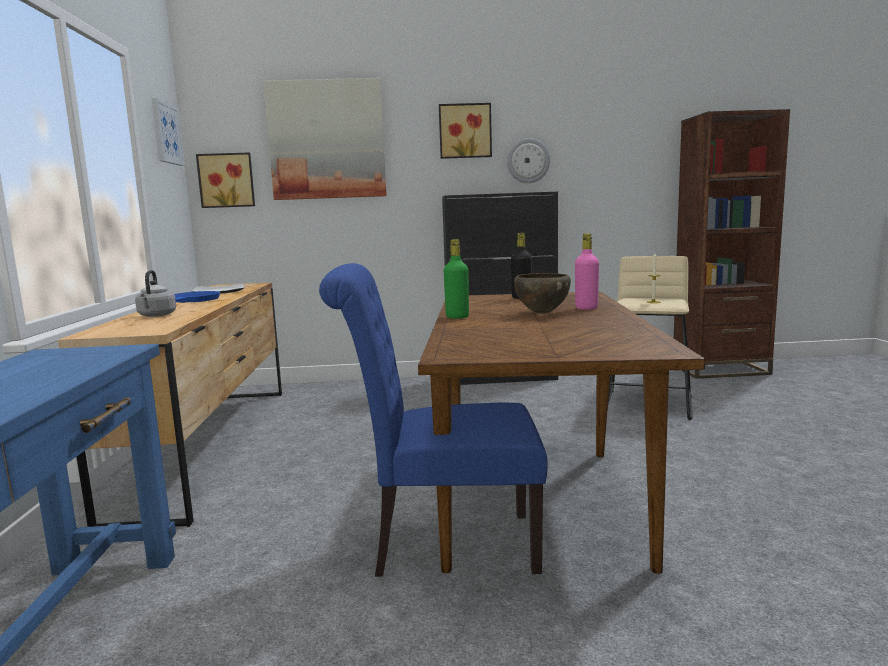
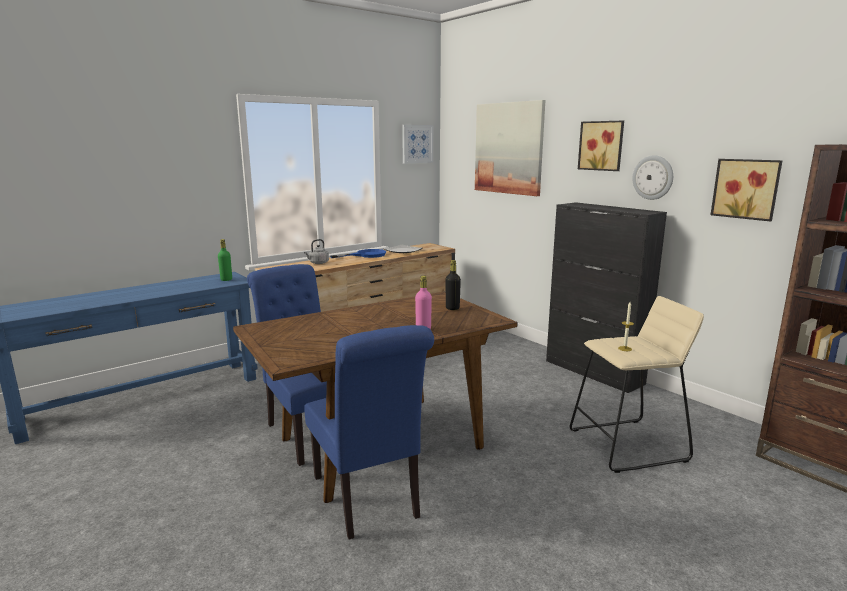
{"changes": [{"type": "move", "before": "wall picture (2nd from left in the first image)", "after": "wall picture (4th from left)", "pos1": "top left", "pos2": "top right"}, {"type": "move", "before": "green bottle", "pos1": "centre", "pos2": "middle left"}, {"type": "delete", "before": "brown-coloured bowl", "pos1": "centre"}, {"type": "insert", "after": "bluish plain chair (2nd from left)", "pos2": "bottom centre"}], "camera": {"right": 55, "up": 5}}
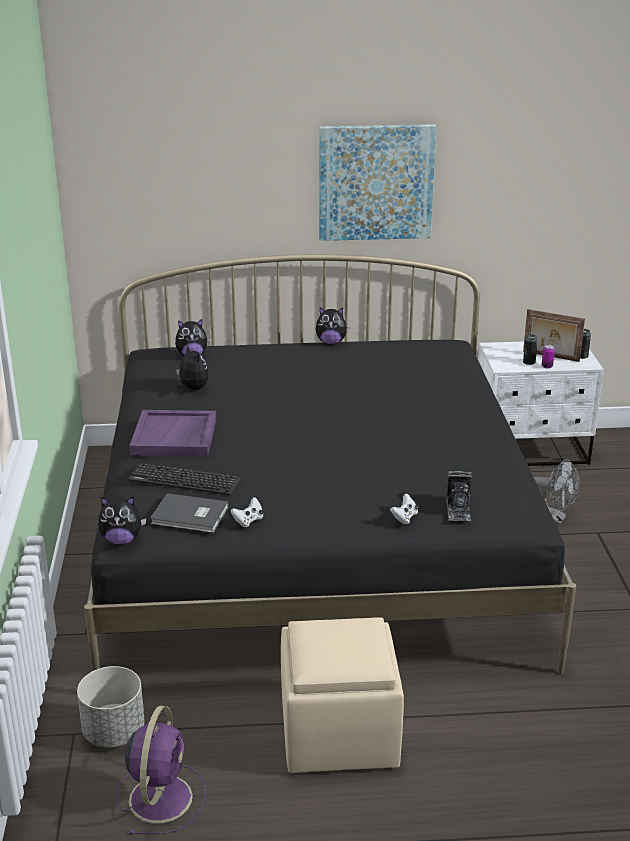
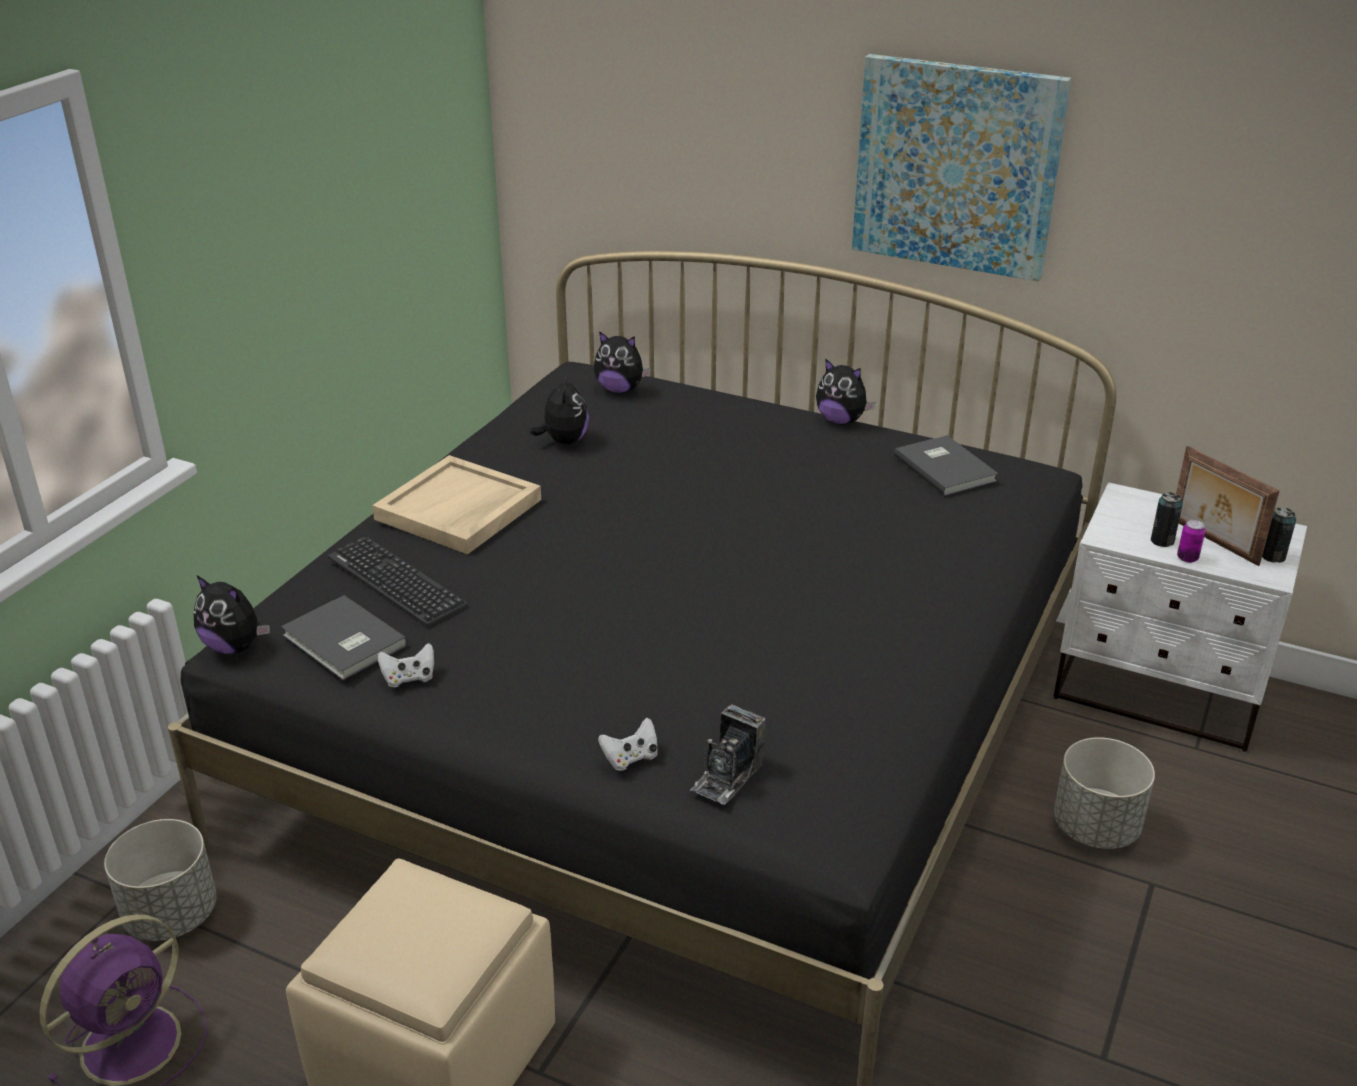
{"changes": [{"type": "recolor", "before": "purplish serving tray", "after": "beige-coloured serving tray", "pos1": "middle left", "pos2": "centre"}, {"type": "replace", "before": "gray electric fan", "after": "gray plant pot (2nd from left)", "pos1": "middle right", "pos2": "bottom right"}, {"type": "insert", "after": "gray volume (2nd from left)", "pos2": "middle right"}], "camera": {"right": 30, "up": 5}}
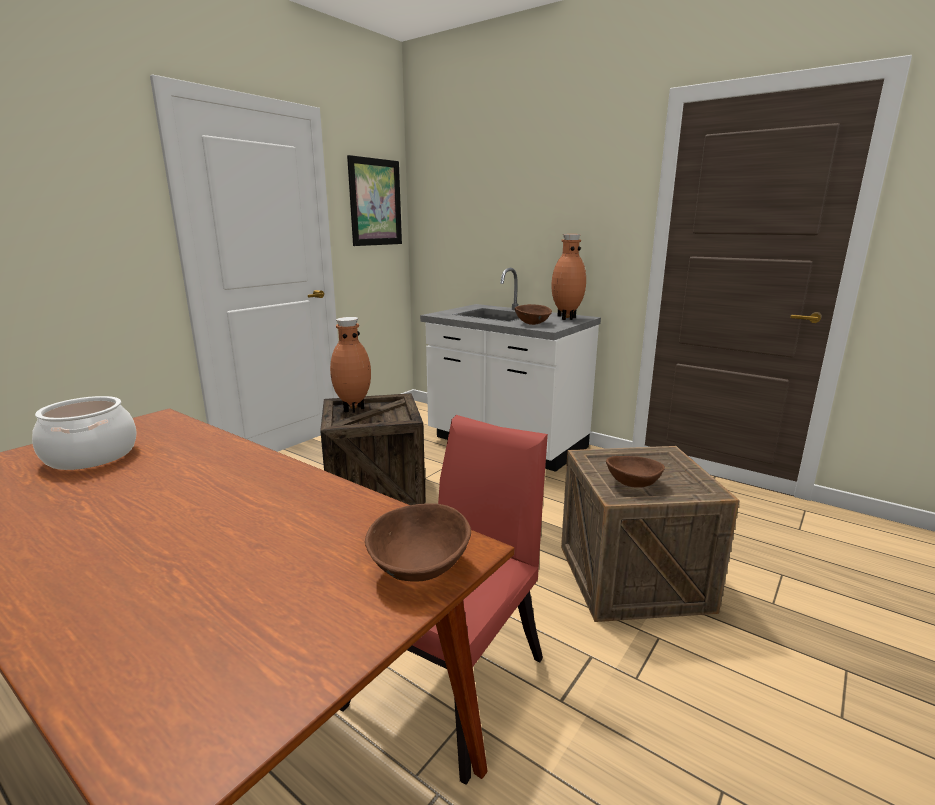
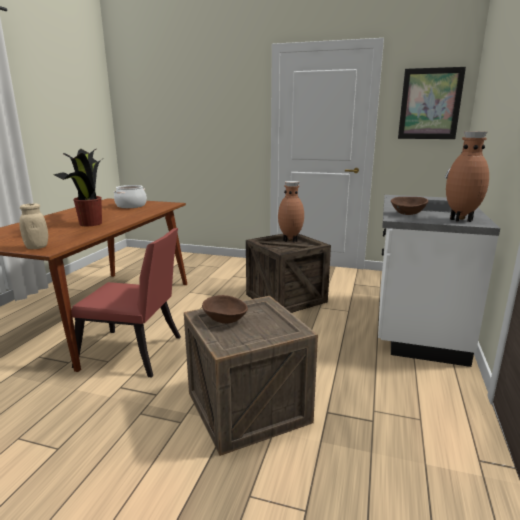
{"changes": [{"type": "replace", "before": "brown-coloured bowl (1st from left)", "after": "beige-coloured preserve jar", "pos1": "bottom centre", "pos2": "middle left"}, {"type": "insert", "after": "potted plant", "pos2": "middle left"}], "camera": {"right": 70, "up": 0}}
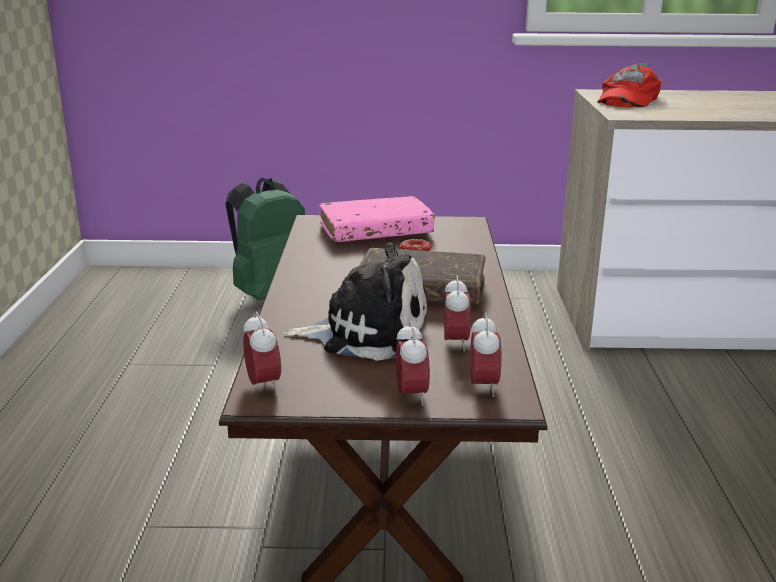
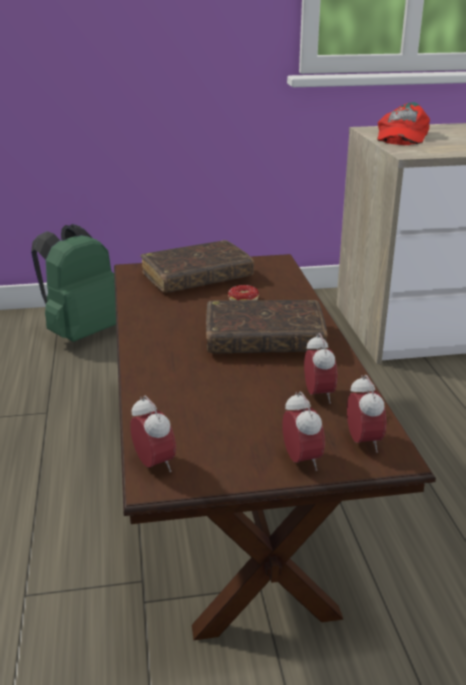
{"changes": [{"type": "delete", "before": "plush toy", "pos1": "centre"}, {"type": "recolor", "before": "pinkish volume", "after": "brown-coloured volume (1st from left)", "pos1": "centre", "pos2": "centre"}], "camera": {"right": -10, "up": 5}}
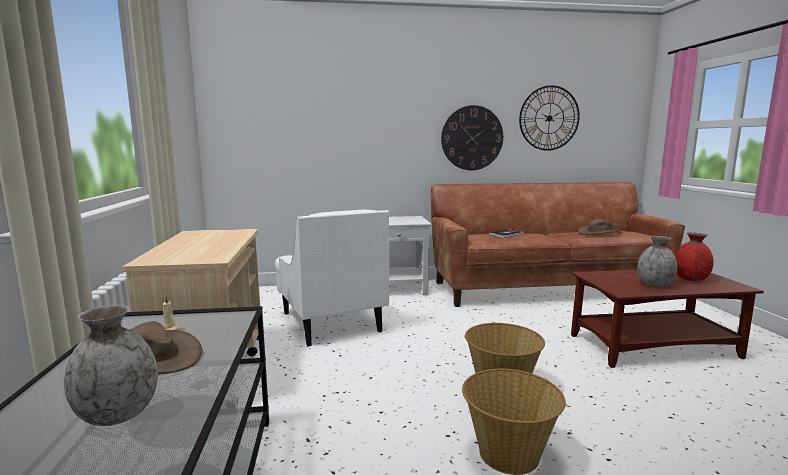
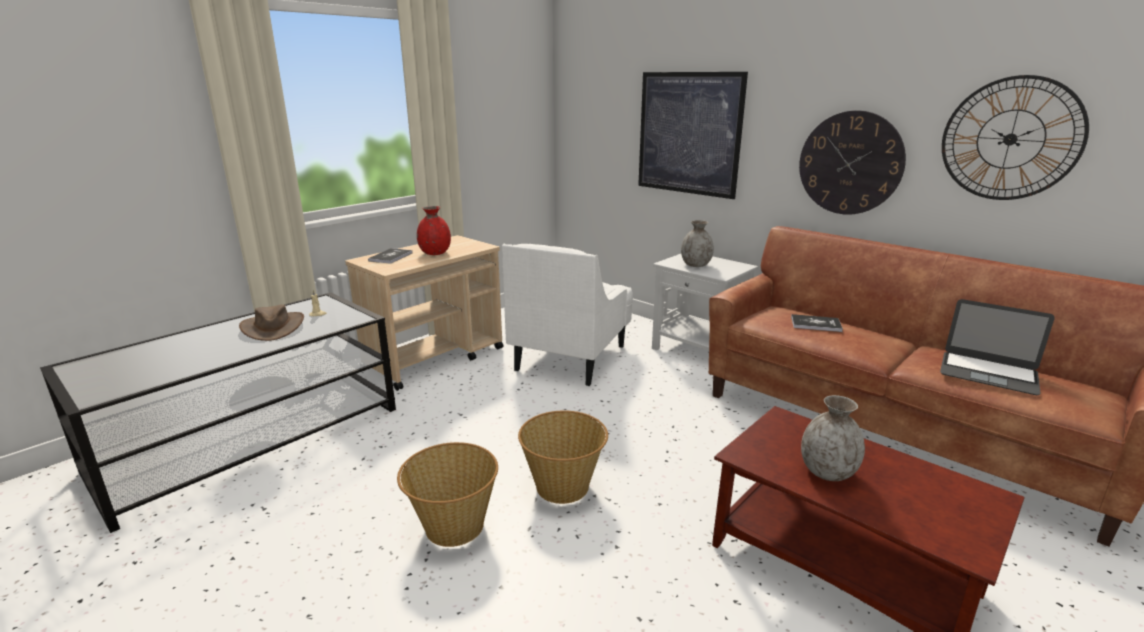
{"changes": [{"type": "move", "before": "gray flower vase (1st from left)", "pos1": "bottom left", "pos2": "centre"}, {"type": "replace", "before": "brown-coloured clothing hat (2nd from left)", "after": "portable computer", "pos1": "middle right", "pos2": "middle right"}, {"type": "move", "before": "reddish flower vase", "pos1": "middle right", "pos2": "centre"}, {"type": "insert", "after": "volume (1st from left)", "pos2": "centre"}, {"type": "insert", "after": "wall picture", "pos2": "top centre"}], "camera": {"right": 50, "up": 10}}
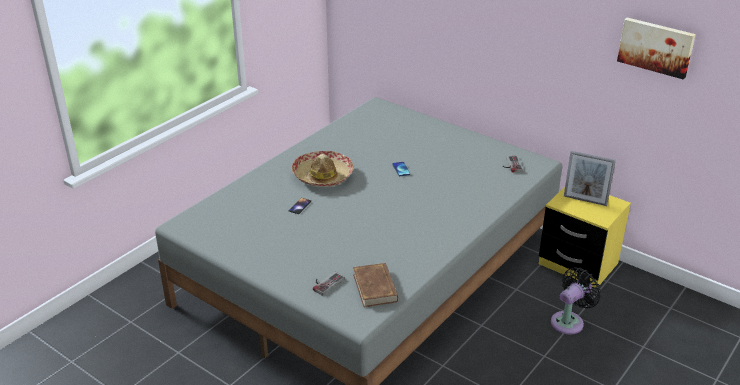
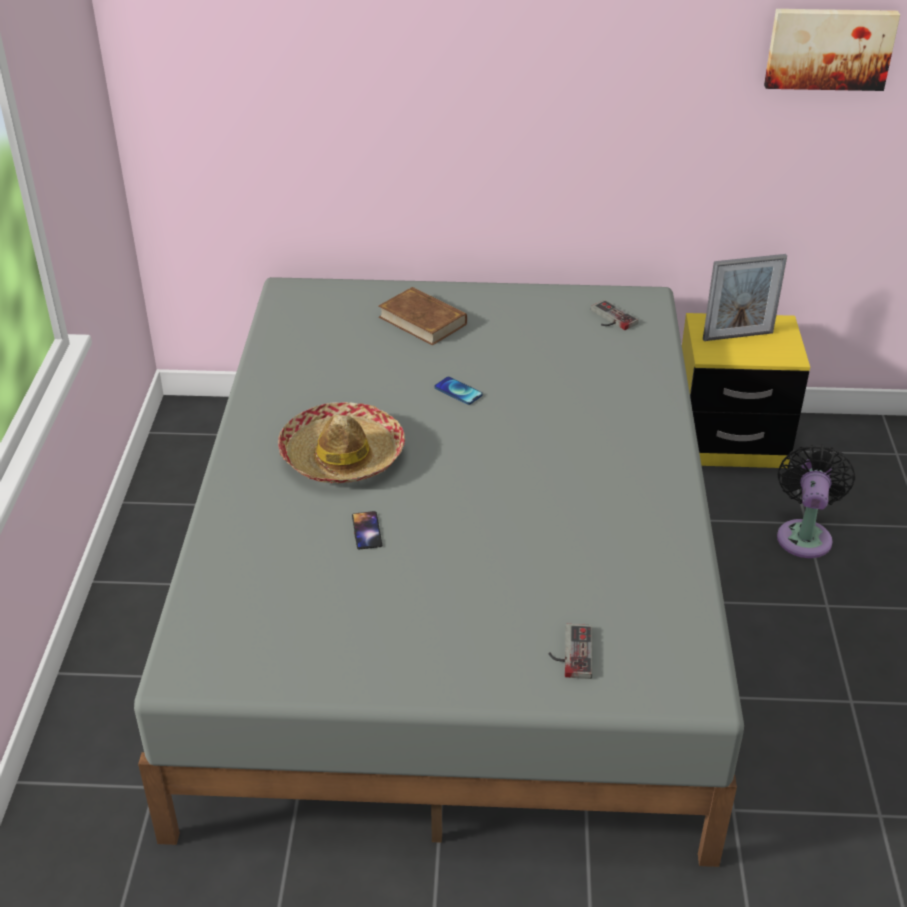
{"changes": [{"type": "move", "before": "brown-coloured volume", "pos1": "bottom centre", "pos2": "centre"}], "camera": {"right": -35, "up": 5}}
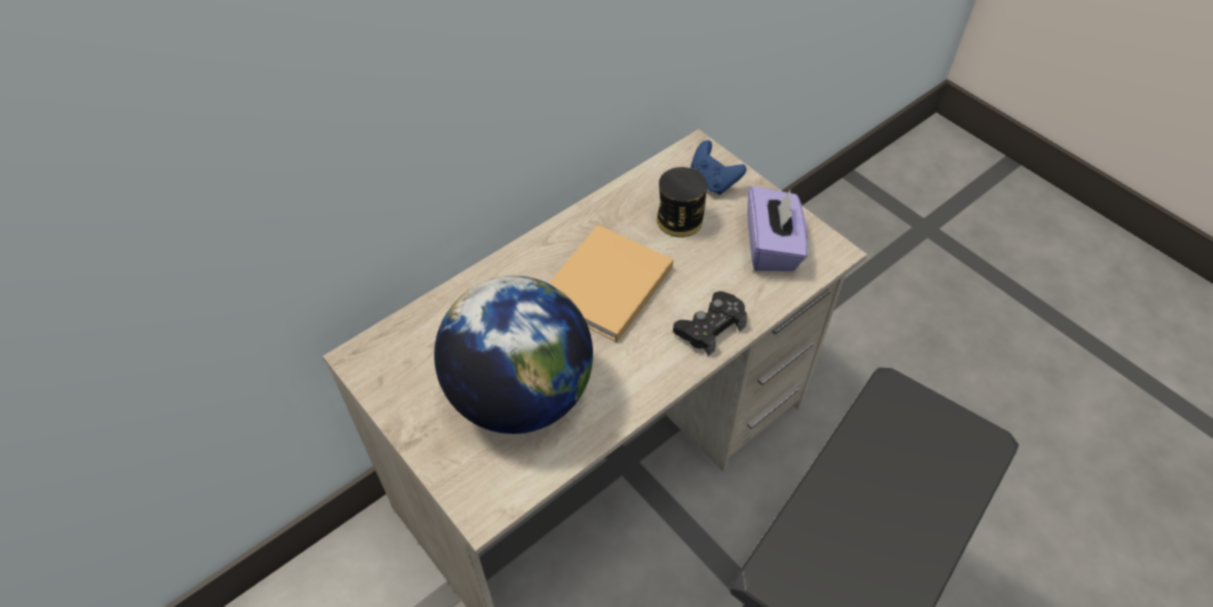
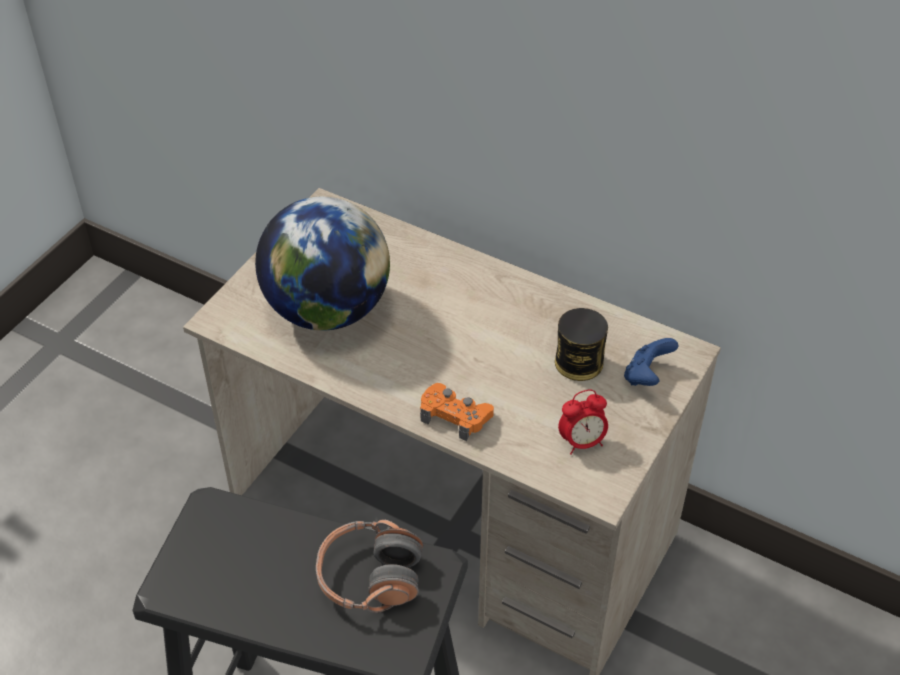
{"changes": [{"type": "delete", "before": "beige-coloured volume", "pos1": "centre"}, {"type": "recolor", "before": "black game controller", "after": "orangey game controller", "pos1": "centre", "pos2": "centre"}, {"type": "replace", "before": "purplish box of tissues", "after": "table clock", "pos1": "centre", "pos2": "centre"}, {"type": "insert", "after": "headset", "pos2": "bottom centre"}], "camera": {"right": 70, "up": -5}}
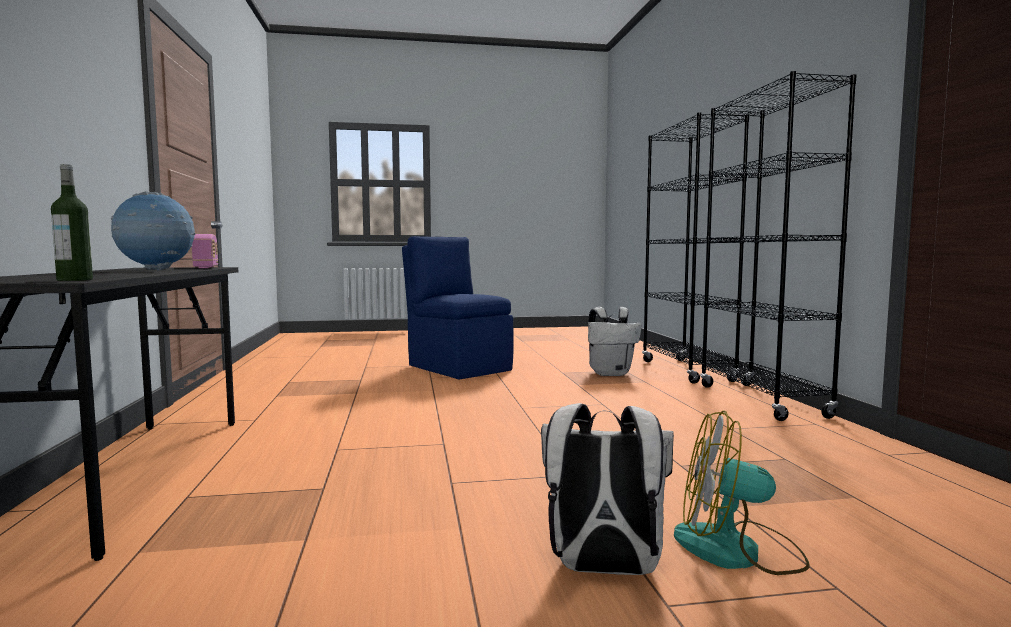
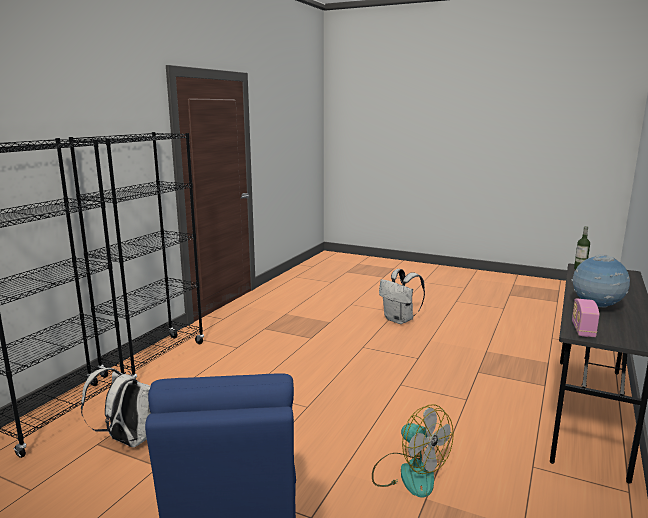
{"changes": [{"type": "move", "before": "electric fan", "pos1": "bottom right", "pos2": "bottom centre"}], "camera": {"right": -145, "up": 10}}
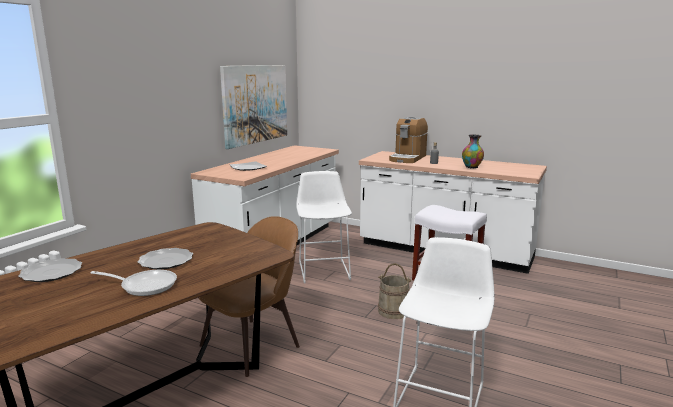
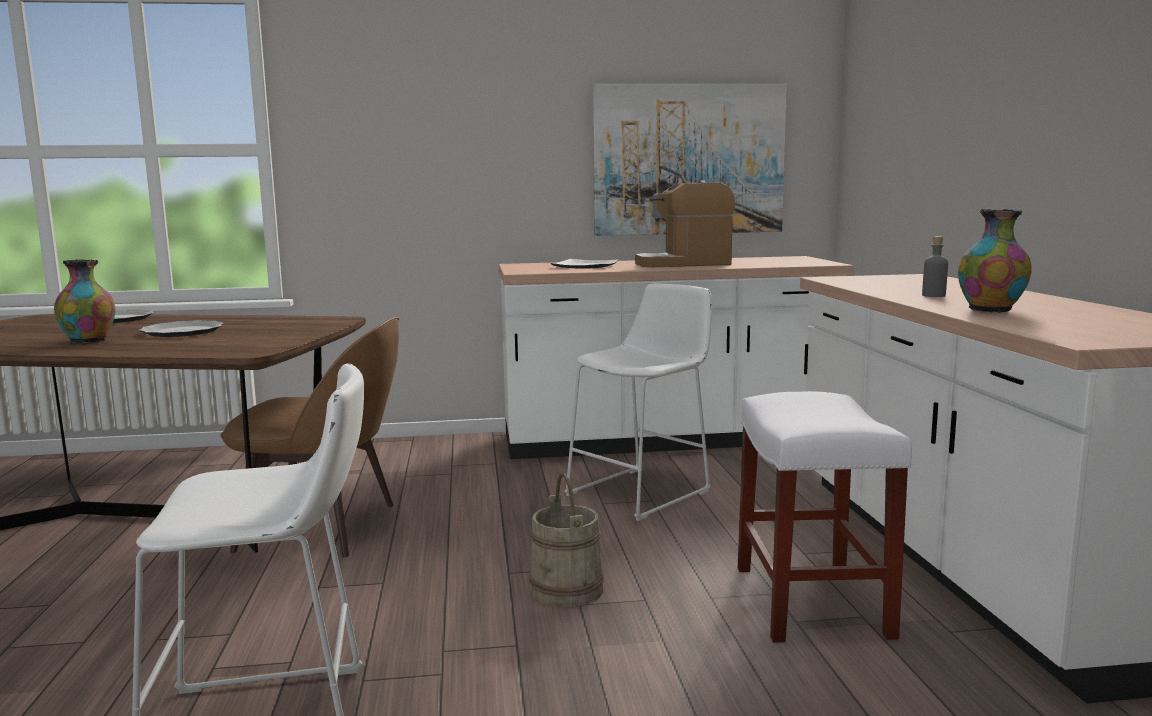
{"changes": [{"type": "replace", "before": "pan", "after": "flower vase (1st from left)", "pos1": "bottom left", "pos2": "middle left"}, {"type": "move", "before": "coffee machine", "pos1": "centre", "pos2": "top centre"}], "camera": {"right": 55, "up": -5}}
